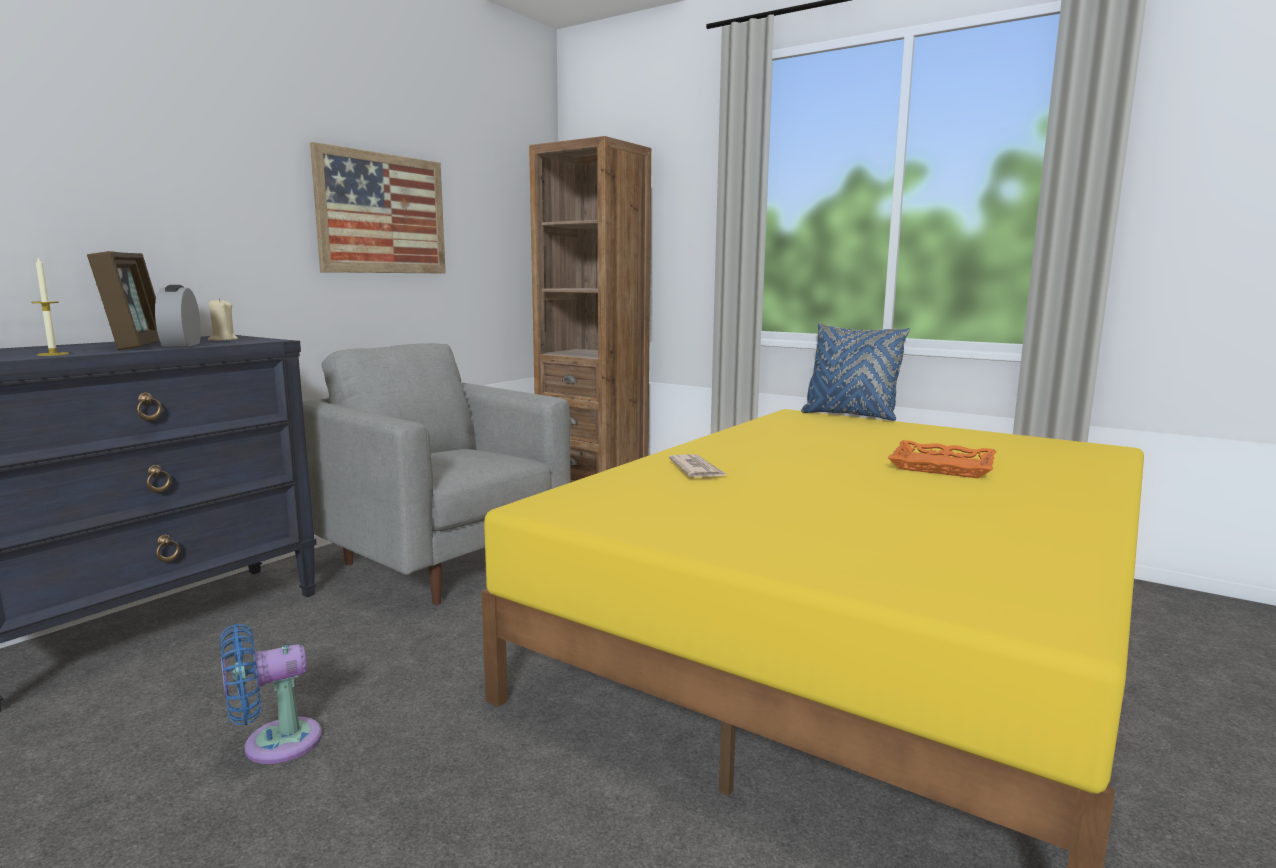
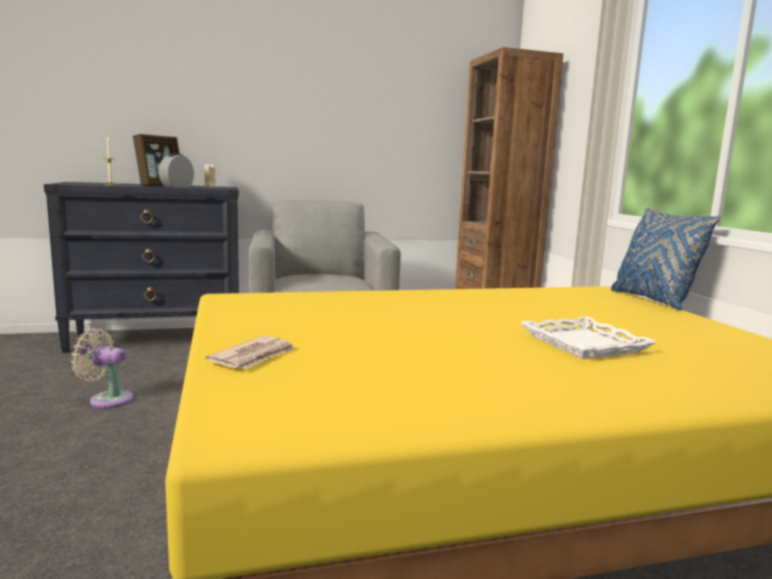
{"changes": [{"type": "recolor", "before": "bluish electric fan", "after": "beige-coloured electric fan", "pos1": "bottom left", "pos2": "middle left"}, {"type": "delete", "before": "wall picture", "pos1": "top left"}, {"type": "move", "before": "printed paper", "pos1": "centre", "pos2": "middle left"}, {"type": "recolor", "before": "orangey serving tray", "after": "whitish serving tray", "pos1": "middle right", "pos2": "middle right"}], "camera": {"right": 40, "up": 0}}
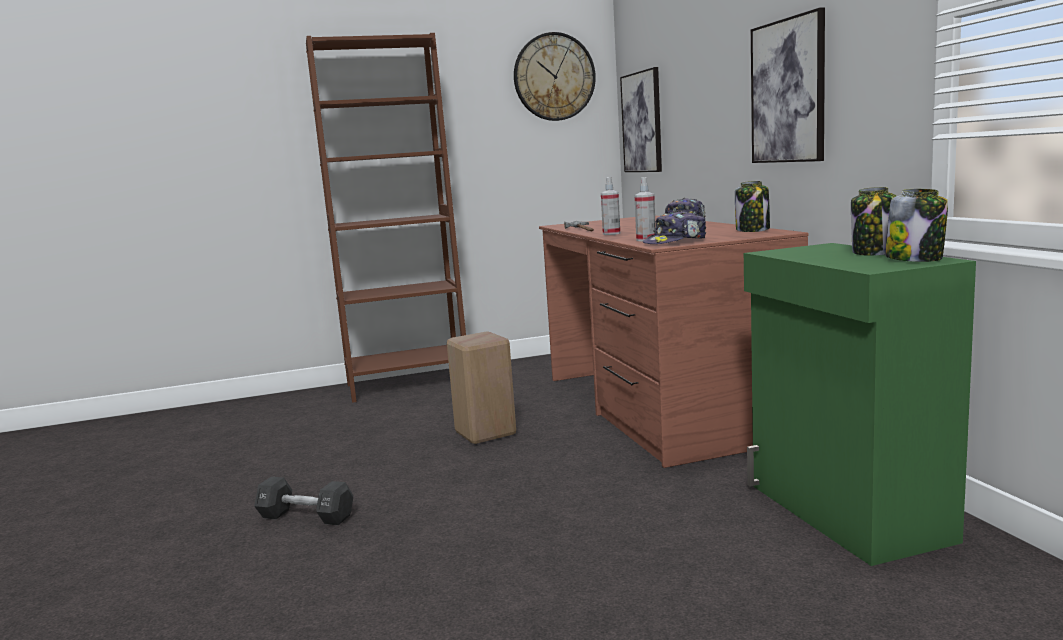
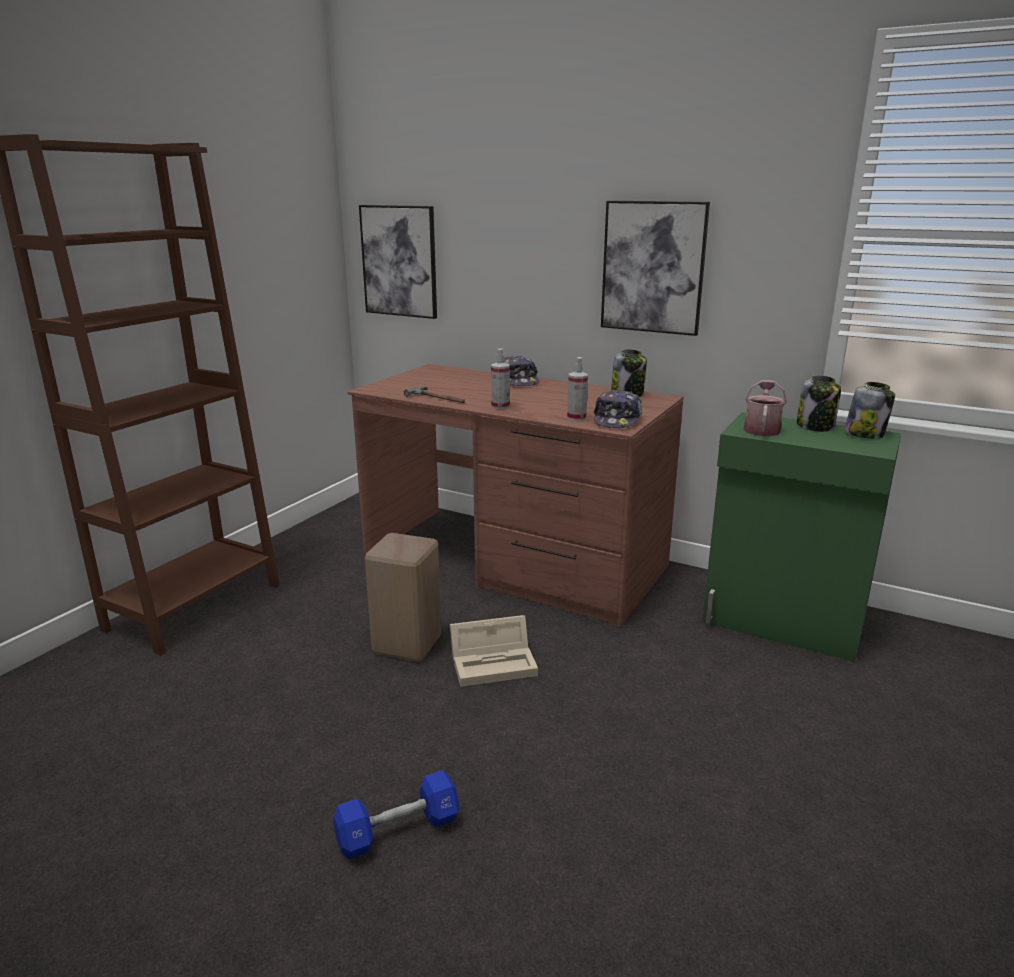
{"changes": [{"type": "recolor", "before": "black hand weight", "after": "bluish hand weight", "pos1": "bottom left", "pos2": "bottom centre"}, {"type": "delete", "before": "hanging clock", "pos1": "top centre"}, {"type": "insert", "after": "beige-coloured storage bin", "pos2": "centre"}, {"type": "insert", "after": "watering pot", "pos2": "middle right"}], "camera": {"right": -45, "up": 10}}
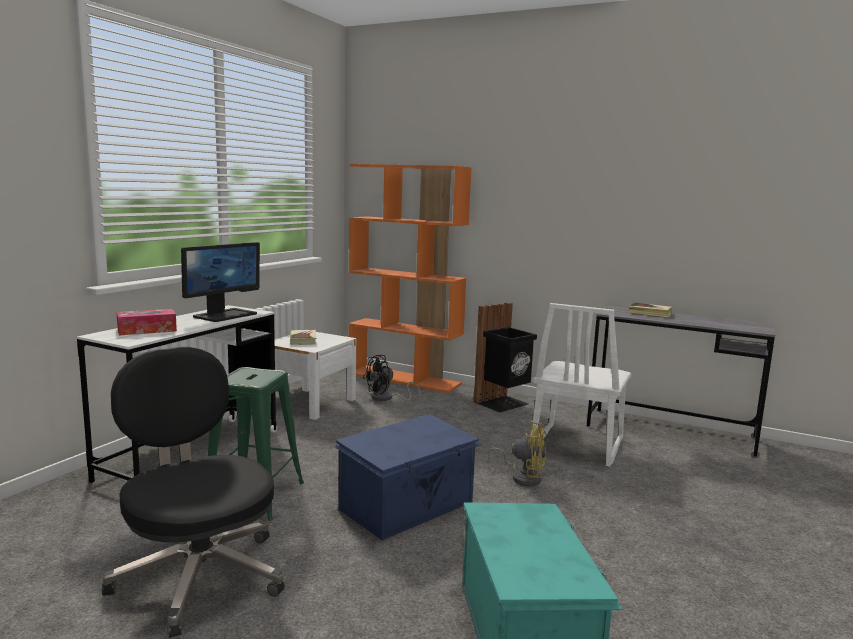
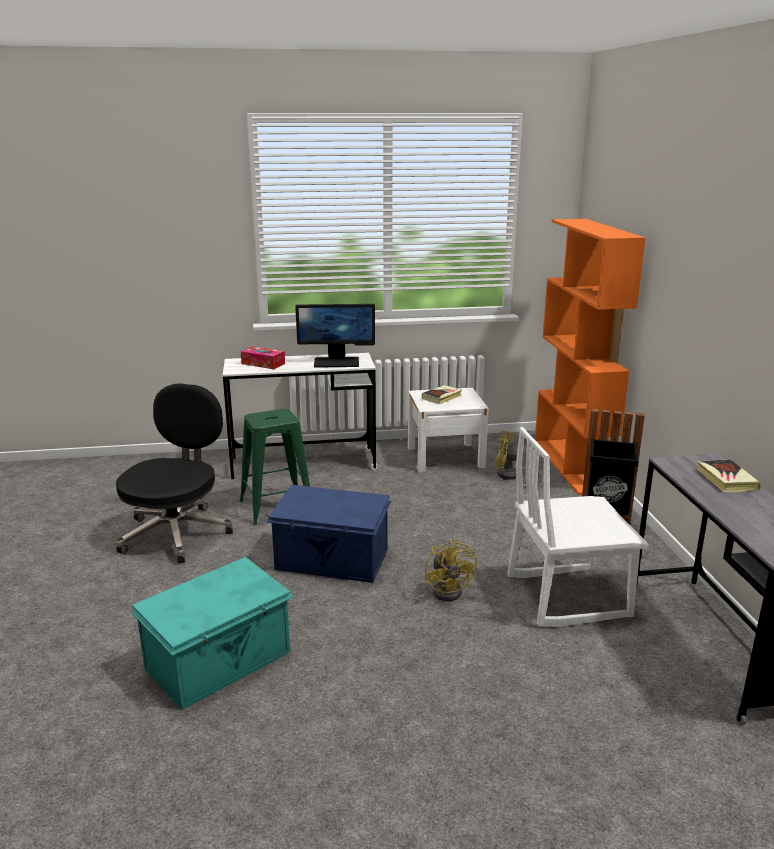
{"changes": [{"type": "recolor", "before": "black electric fan", "after": "yellowish electric fan (2nd from left)", "pos1": "centre", "pos2": "middle right"}], "camera": {"right": 55, "up": 10}}
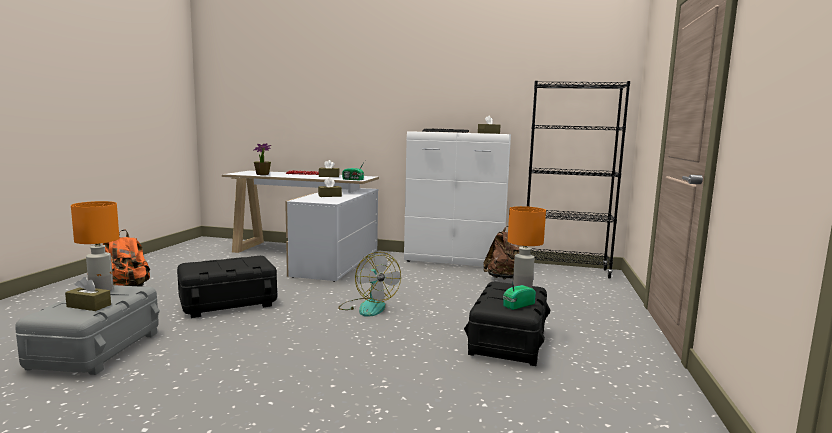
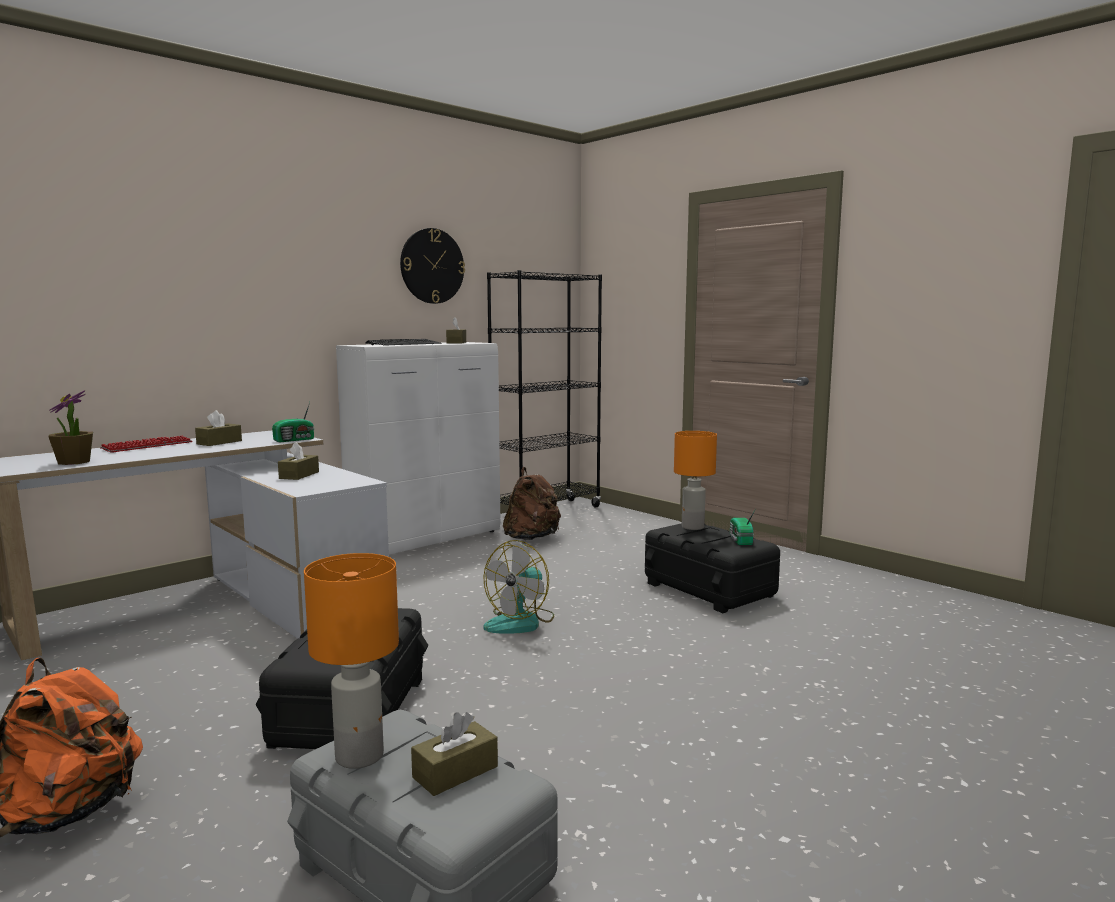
{"changes": [{"type": "rotate", "before": "electric fan", "pos1": "centre", "pos2": "centre", "turn": 120}, {"type": "insert", "after": "hanging clock", "pos2": "top centre"}], "camera": {"right": -55, "up": 0}}
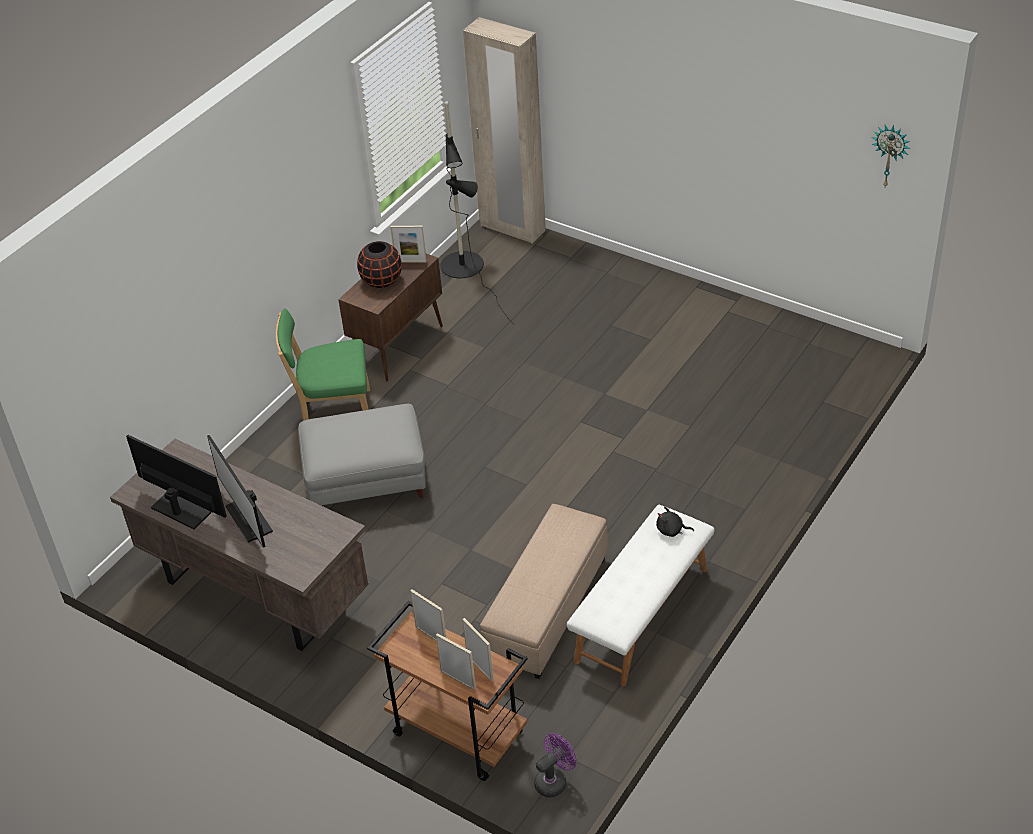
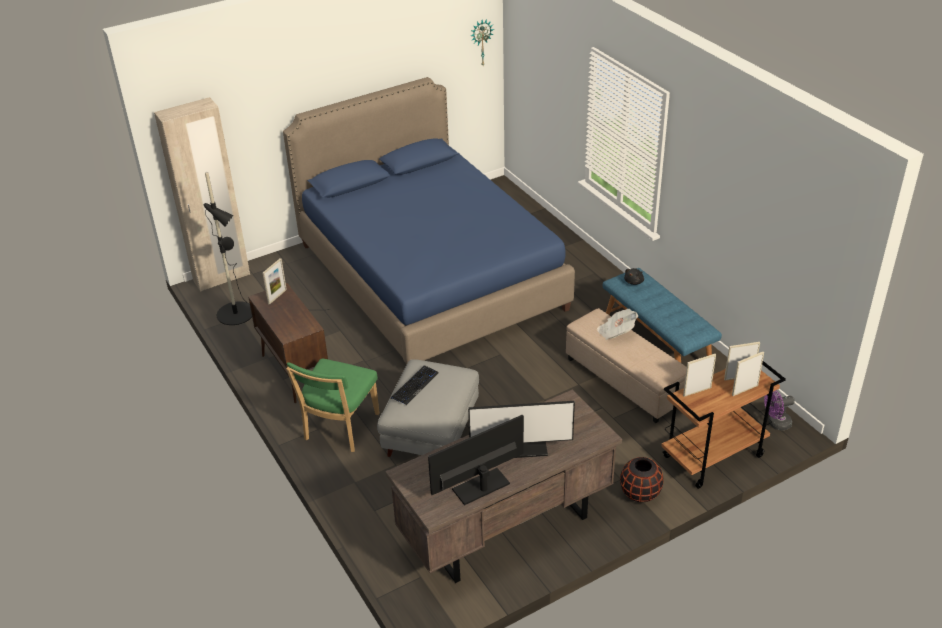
{"changes": [{"type": "move", "before": "black flower vase", "pos1": "top centre", "pos2": "bottom right"}, {"type": "rotate", "before": "purplish electric fan", "pos1": "bottom centre", "pos2": "middle right", "turn": -90}, {"type": "recolor", "before": "whitish bench", "after": "bluish bench", "pos1": "bottom centre", "pos2": "middle right"}, {"type": "insert", "after": "bluish sleeping bed", "pos2": "centre"}, {"type": "insert", "after": "computer keyboard", "pos2": "centre"}, {"type": "insert", "after": "printed paper", "pos2": "centre"}], "camera": {"right": -65, "up": -5}}
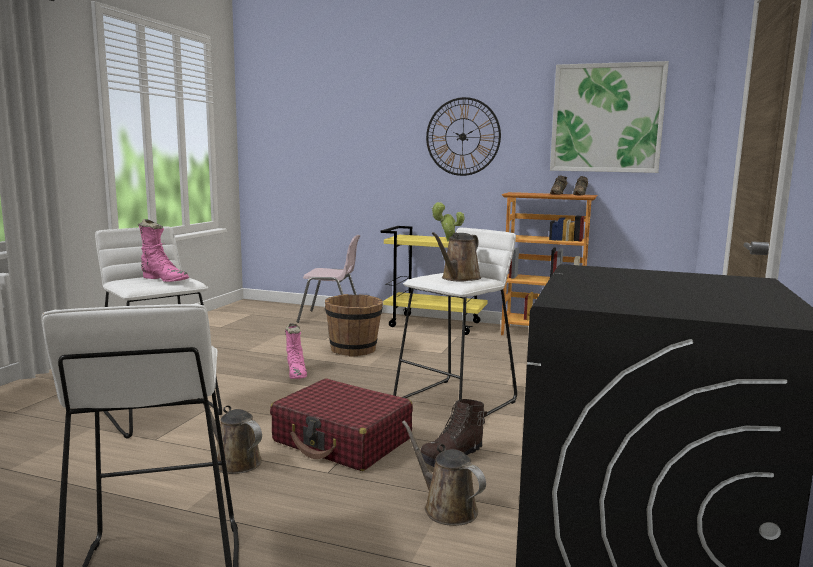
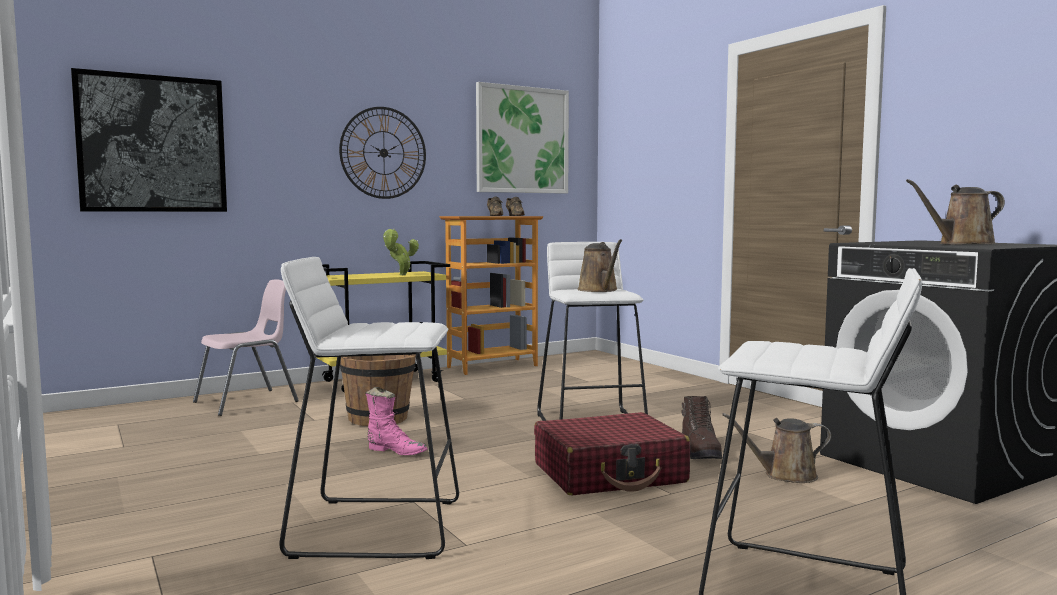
{"changes": [{"type": "delete", "before": "pinkish high-top boot (1st from left)", "pos1": "middle left"}, {"type": "move", "before": "brown-coloured watering pot (1st from left in the first image)", "after": "brown-coloured watering pot (3rd from left)", "pos1": "bottom left", "pos2": "middle right"}, {"type": "insert", "after": "wall picture (1st from left)", "pos2": "top left"}], "camera": {"right": -50, "up": -5}}
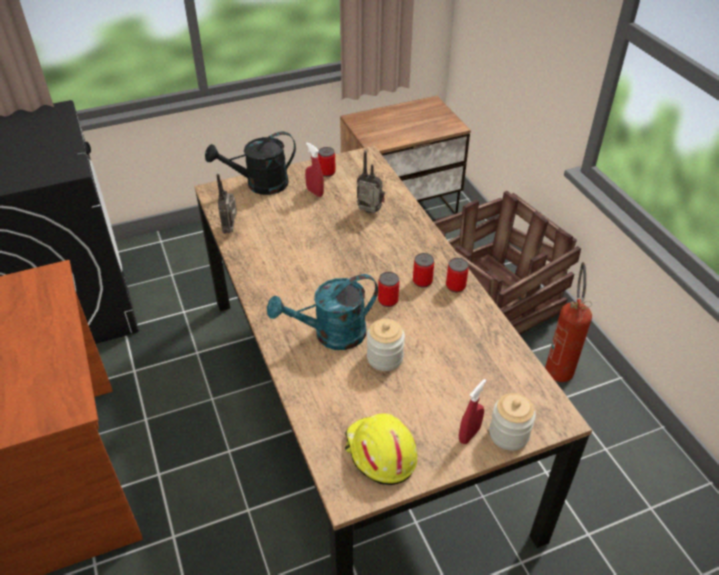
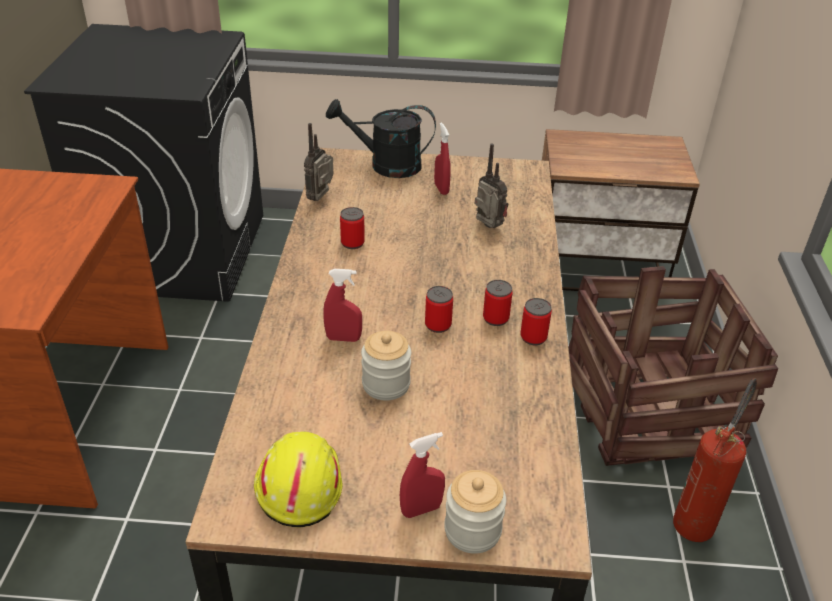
{"changes": [{"type": "replace", "before": "turquoise-coloured watering pot", "after": "reddish hand sprayer (1st from left)", "pos1": "centre", "pos2": "centre"}, {"type": "move", "before": "metal can (1st from left)", "pos1": "top centre", "pos2": "centre"}], "camera": {"right": 25, "up": -5}}
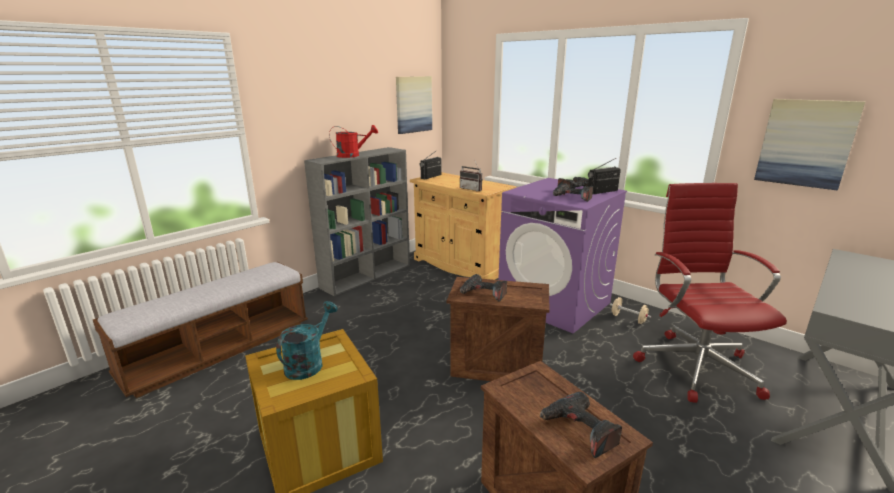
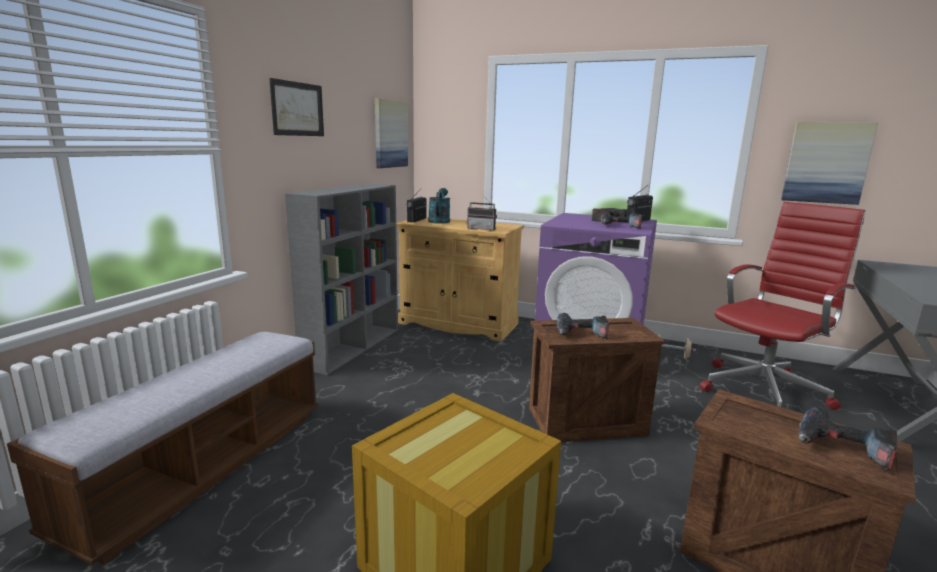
{"changes": [{"type": "move", "before": "turquoise-coloured watering pot", "pos1": "bottom centre", "pos2": "centre"}, {"type": "delete", "before": "reddish watering pot", "pos1": "top centre"}, {"type": "rotate", "before": "reddish office chair", "pos1": "middle right", "pos2": "middle right", "turn": 75}, {"type": "insert", "after": "wall picture (1st from left)", "pos2": "top left"}], "camera": {"right": -20, "up": -5}}
